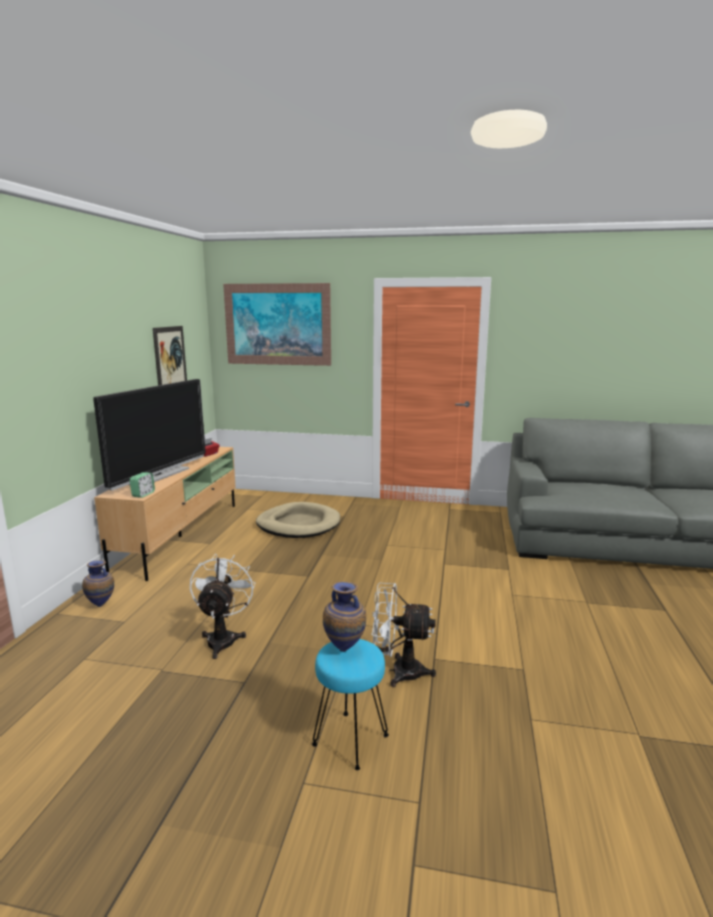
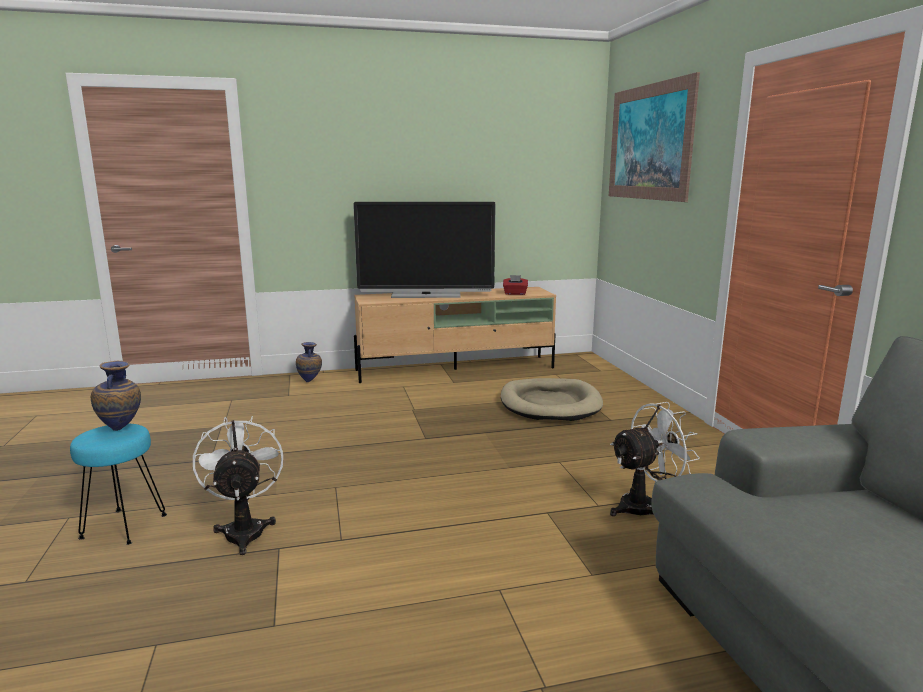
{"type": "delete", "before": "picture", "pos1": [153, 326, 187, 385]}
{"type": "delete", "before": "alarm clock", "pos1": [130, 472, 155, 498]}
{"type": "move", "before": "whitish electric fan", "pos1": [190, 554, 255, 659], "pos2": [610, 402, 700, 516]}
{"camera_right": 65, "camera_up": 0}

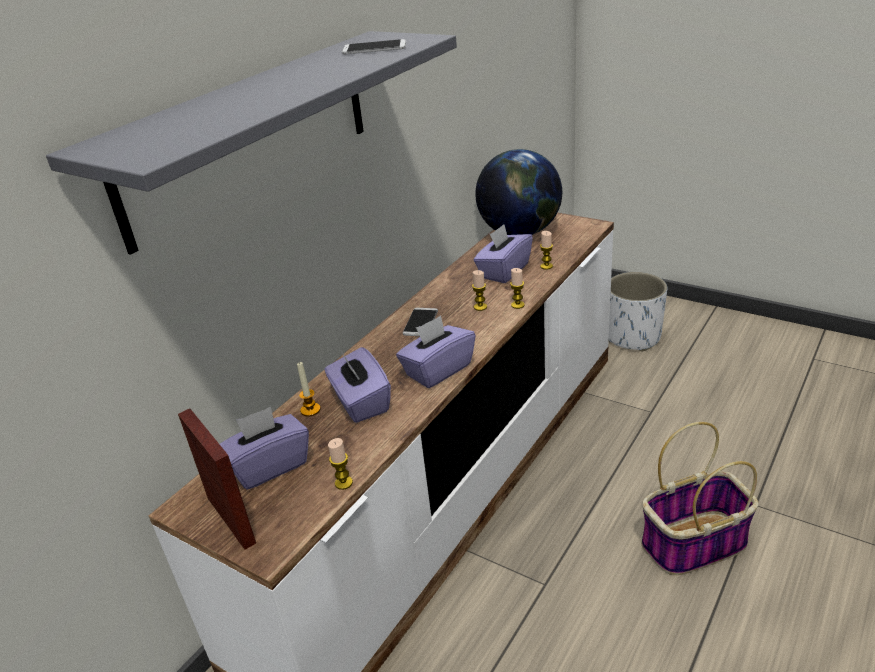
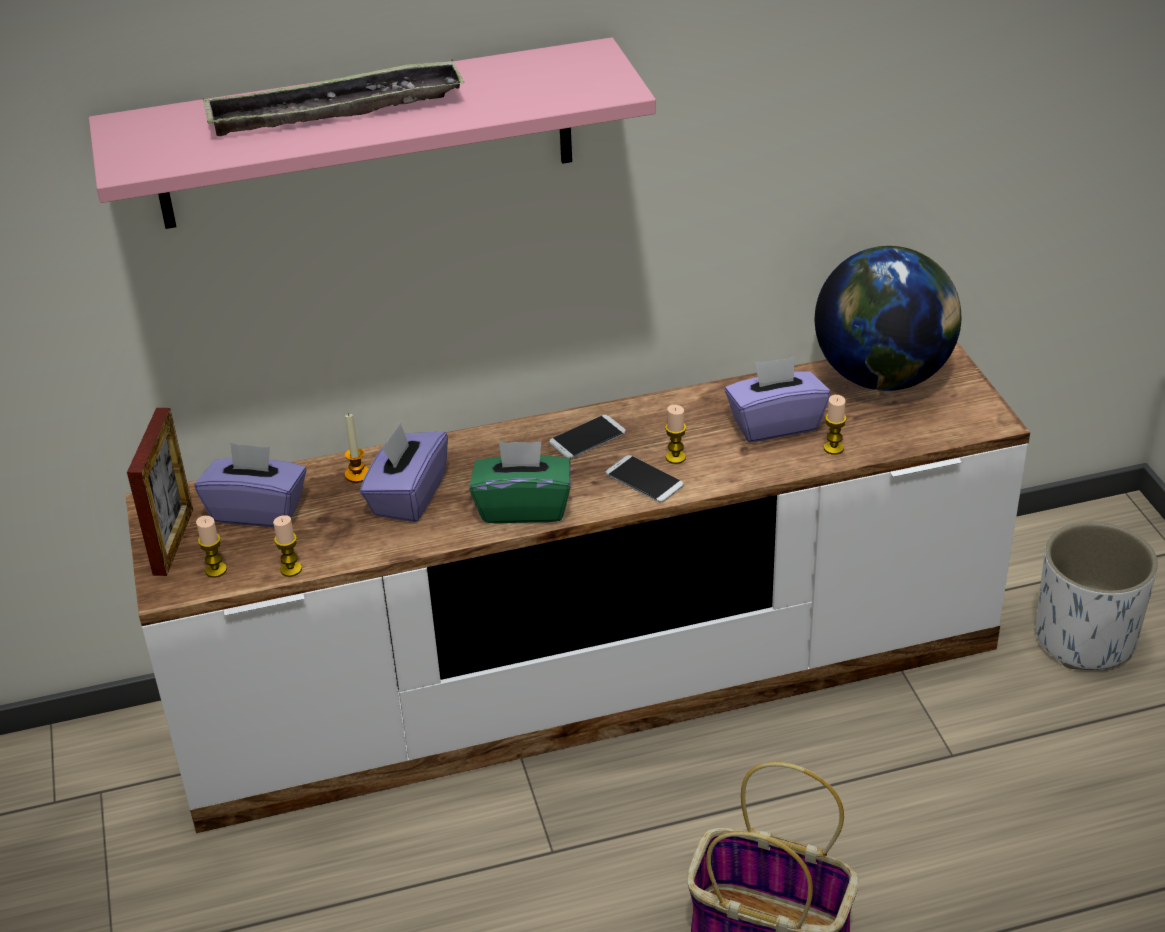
{"type": "recolor", "before": "greyish wall shelf", "after": "pink wall shelf", "pos1": [46, 31, 457, 255], "pos2": [89, 37, 656, 229]}
{"type": "move", "before": "telephone", "pos1": [342, 39, 406, 54], "pos2": [606, 455, 684, 502]}
{"type": "move", "before": "candle", "pos1": [510, 268, 525, 309], "pos2": [196, 516, 227, 578]}
{"type": "recolor", "before": "purplish box of tissues", "after": "green-coloured box of tissues", "pos1": [396, 316, 476, 388], "pos2": [470, 441, 571, 524]}
{"type": "insert", "after": "carrying tray", "pos2": [203, 59, 464, 136]}
{"camera_right": 40, "camera_up": 5}

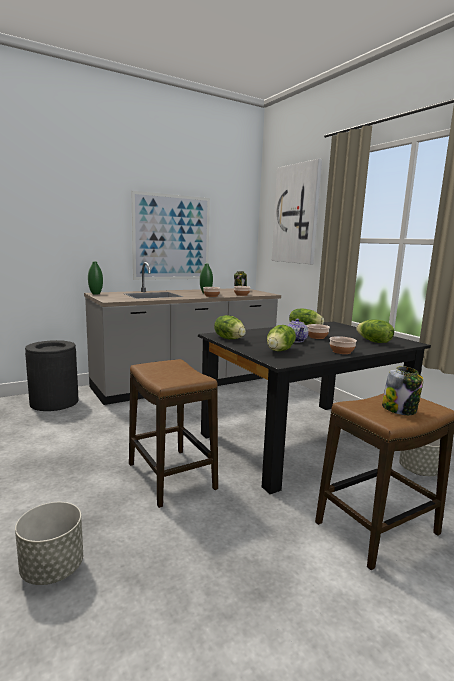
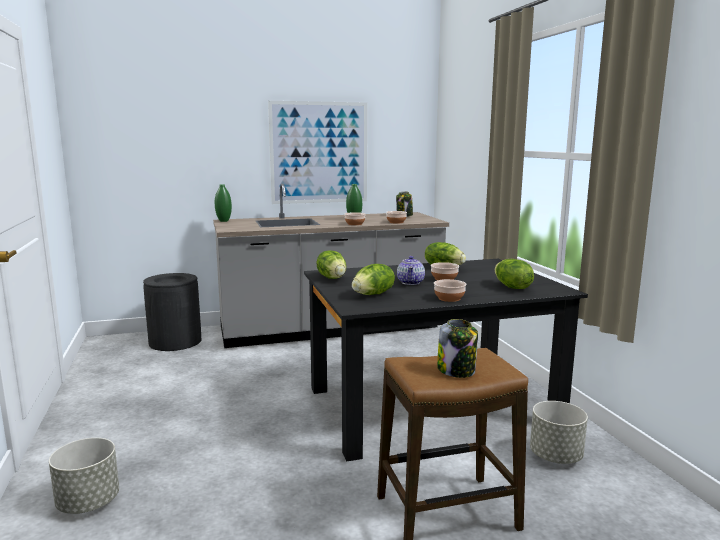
{"type": "delete", "before": "picture", "pos1": [272, 159, 322, 264]}
{"type": "delete", "before": "stool", "pos1": [129, 359, 218, 508]}
{"camera_right": 15, "camera_up": 0}

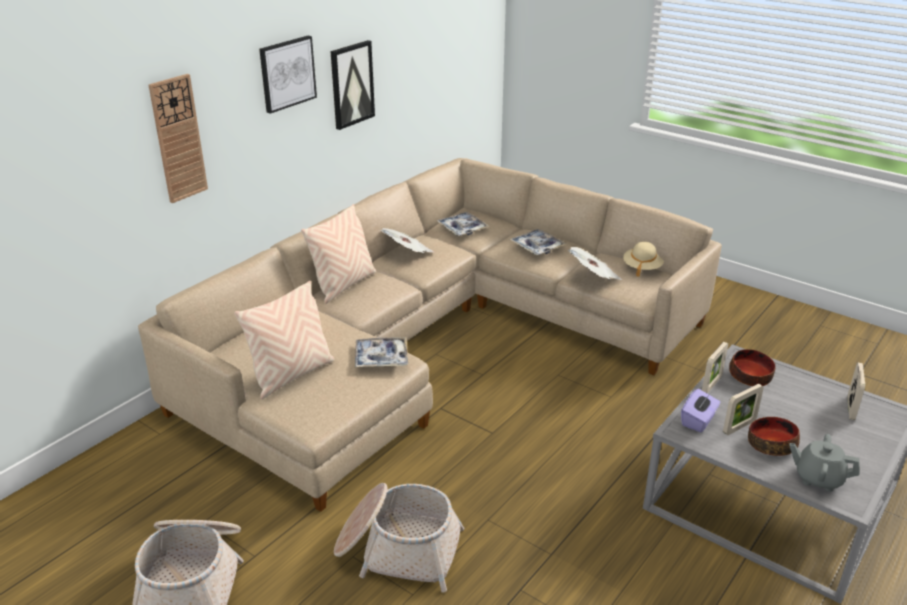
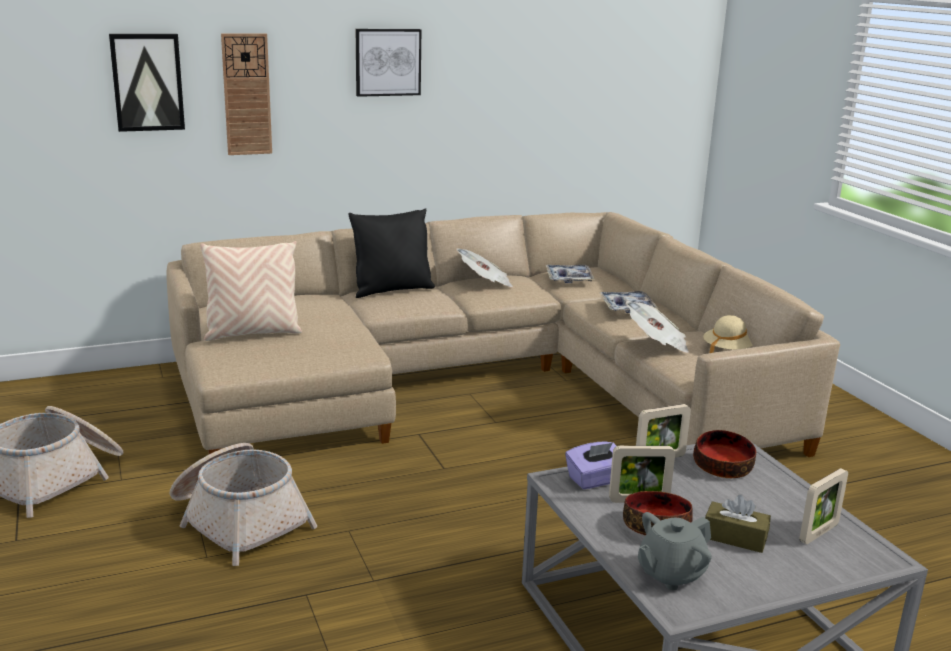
{"type": "move", "before": "picture", "pos1": [331, 40, 375, 130], "pos2": [109, 34, 185, 132]}
{"type": "recolor", "before": "beige-coloured throw pillow", "after": "blackish throw pillow", "pos1": [301, 204, 376, 304], "pos2": [348, 208, 435, 298]}
{"type": "delete", "before": "carrying tray", "pos1": [355, 337, 408, 367]}
{"type": "rotate", "before": "greyish pot for tea", "pos1": [789, 434, 860, 492], "pos2": [638, 512, 712, 590], "turn": -90}
{"type": "insert", "after": "brown box of tissues", "pos2": [705, 495, 771, 553]}
{"camera_right": 30, "camera_up": -10}

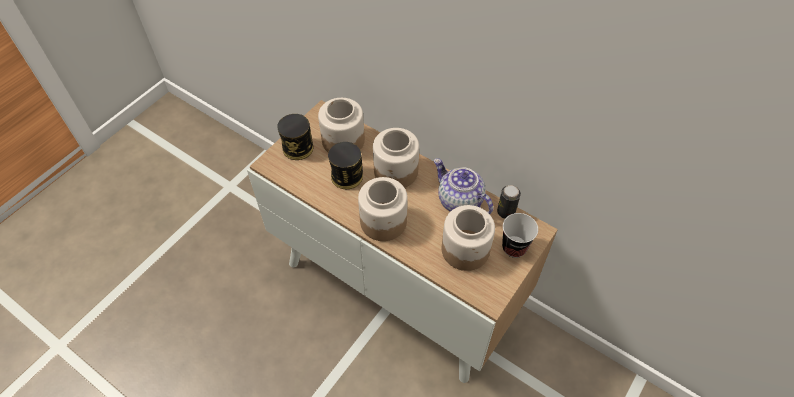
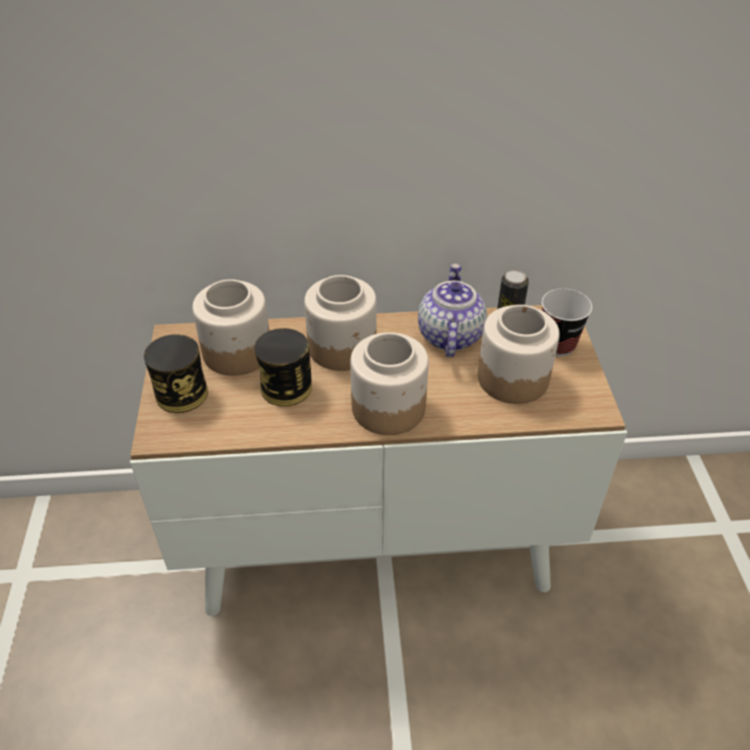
{"type": "rotate", "before": "pot for tea", "pos1": [434, 159, 493, 214], "pos2": [418, 263, 487, 357], "turn": 90}
{"camera_right": -40, "camera_up": -10}

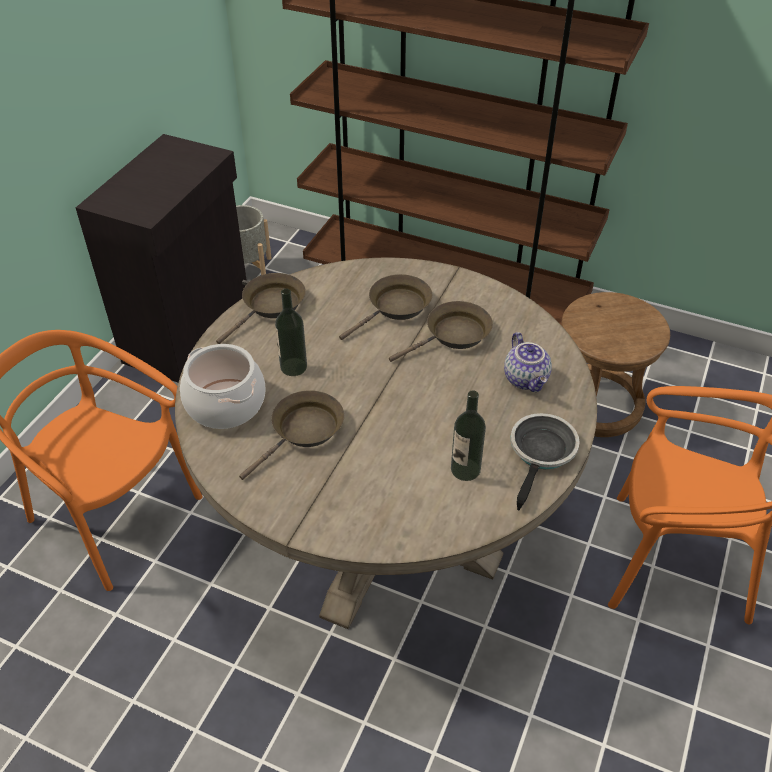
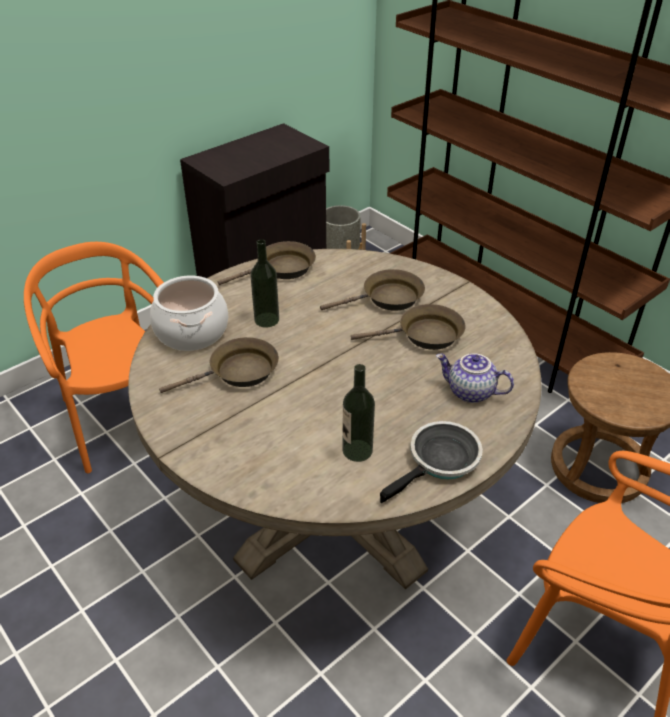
{"type": "rotate", "before": "pot for tea", "pos1": [504, 332, 552, 392], "pos2": [436, 353, 514, 403], "turn": 105}
{"camera_right": 25, "camera_up": -5}

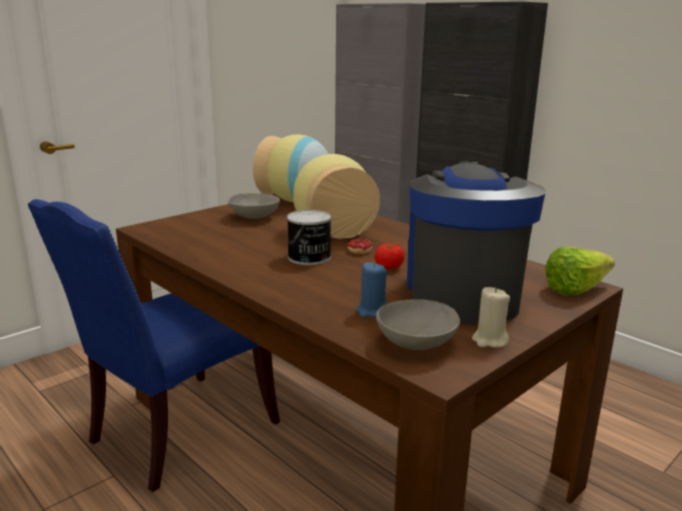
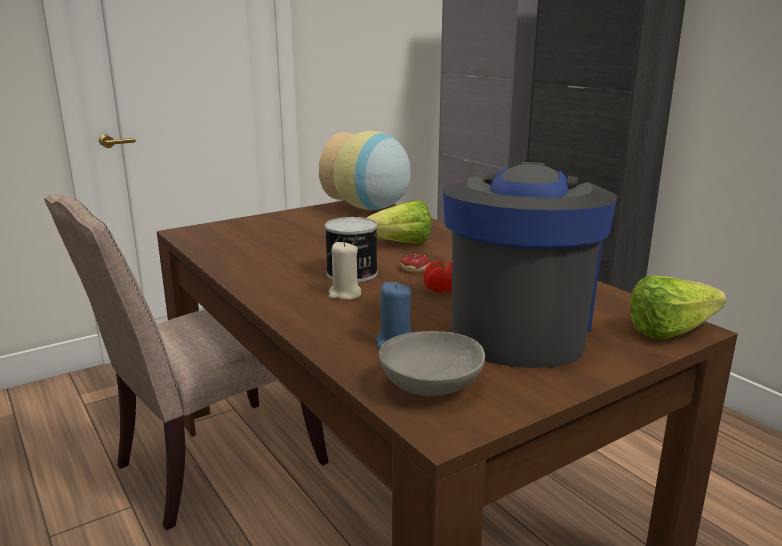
{"type": "replace", "before": "vase", "after": "head of lettuce", "pos1": [293, 154, 380, 239], "pos2": [367, 200, 431, 244]}
{"type": "delete", "before": "greyish serving bowl", "pos1": [228, 193, 280, 219]}
{"type": "recolor", "before": "bluish plain chair", "after": "beige-coloured plain chair", "pos1": [28, 199, 280, 492], "pos2": [44, 194, 329, 530]}
{"type": "move", "before": "beige-coloured candle", "pos1": [472, 287, 510, 348], "pos2": [329, 241, 361, 300]}
{"camera_right": 10, "camera_up": 0}

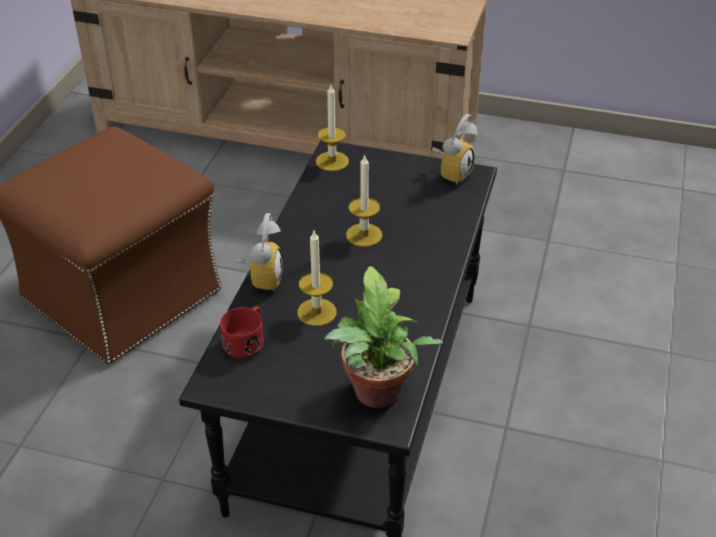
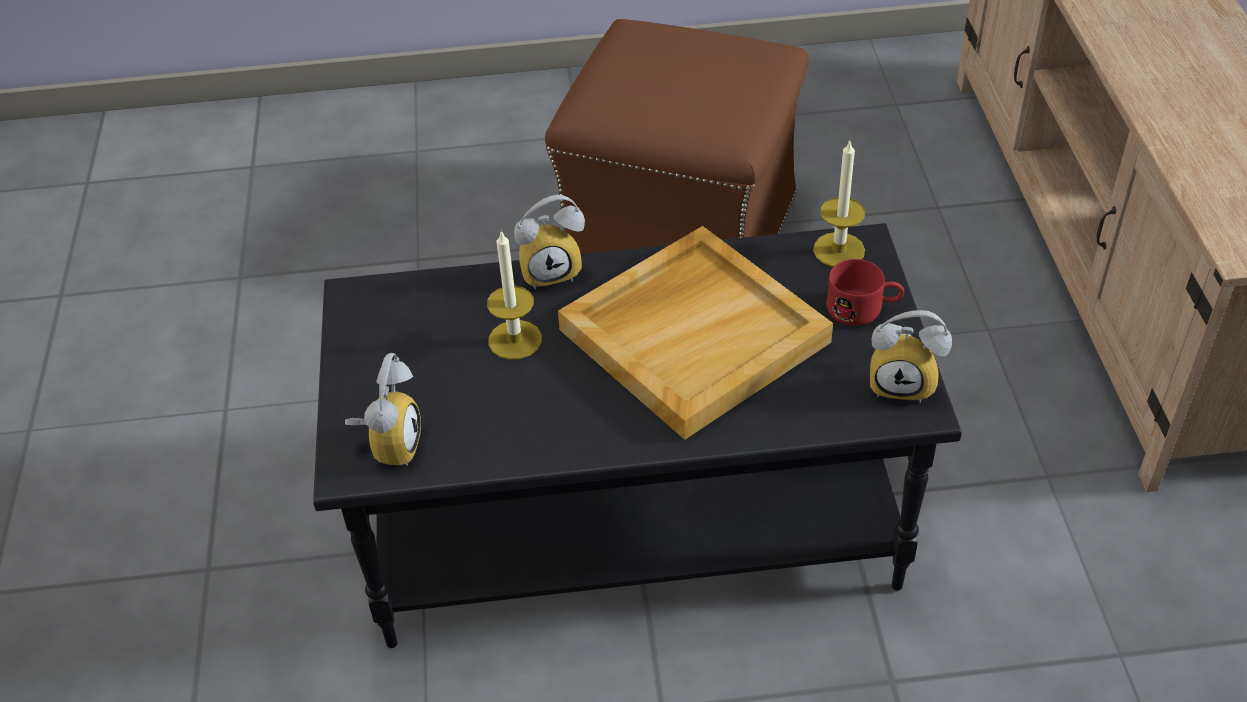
{"type": "replace", "before": "candle", "after": "beige-coloured carrying tray", "pos1": [346, 154, 382, 247], "pos2": [558, 226, 833, 440]}
{"type": "replace", "before": "potted plant", "after": "alarm clock", "pos1": [324, 266, 443, 408], "pos2": [345, 353, 421, 466]}
{"type": "move", "before": "red-coloured mug", "pos1": [220, 306, 264, 358], "pos2": [827, 259, 904, 326]}
{"camera_right": 70, "camera_up": 5}

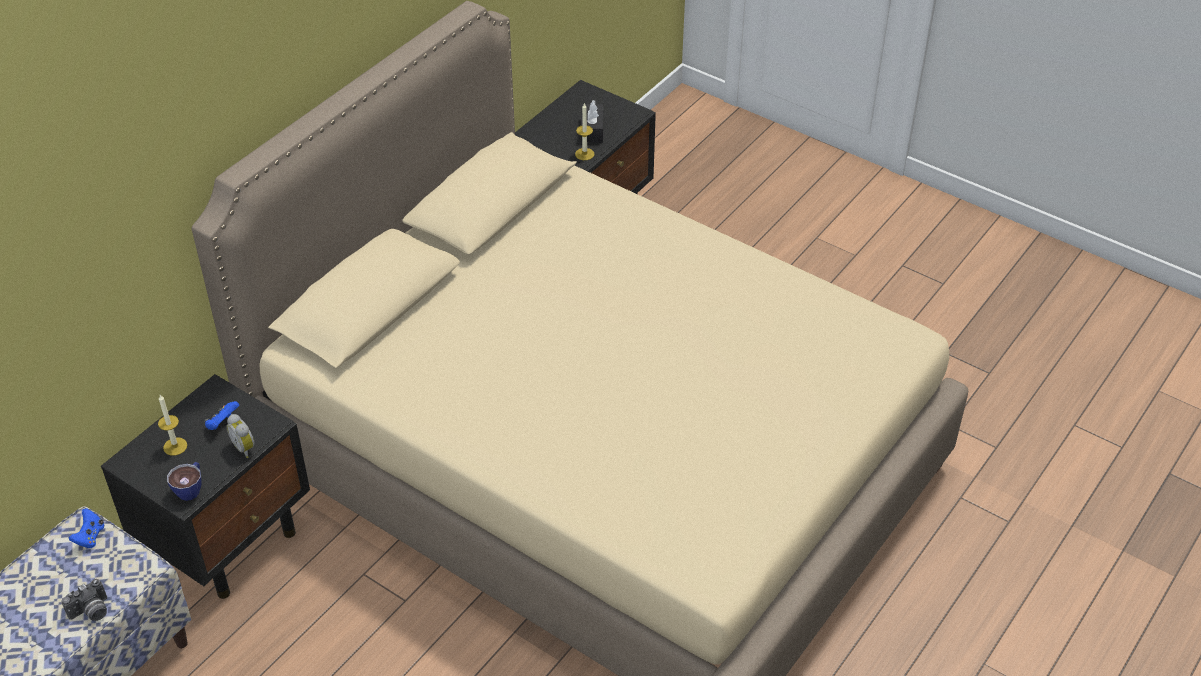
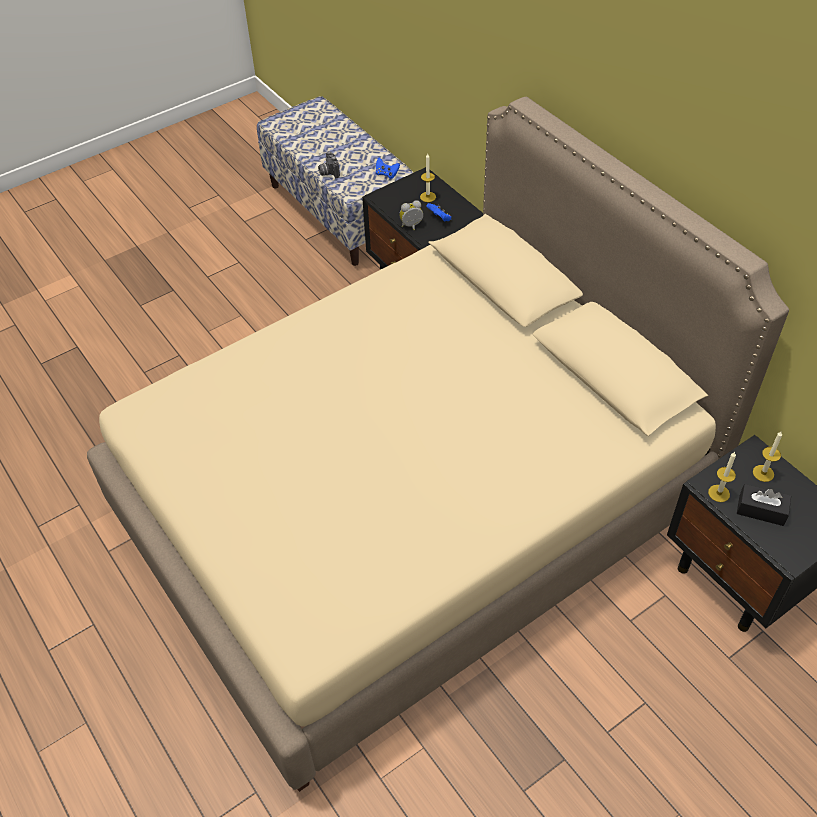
{"type": "delete", "before": "small cup", "pos1": [167, 462, 201, 501]}
{"type": "insert", "after": "candle", "pos2": [753, 432, 782, 482]}
{"camera_right": 110, "camera_up": 5}

